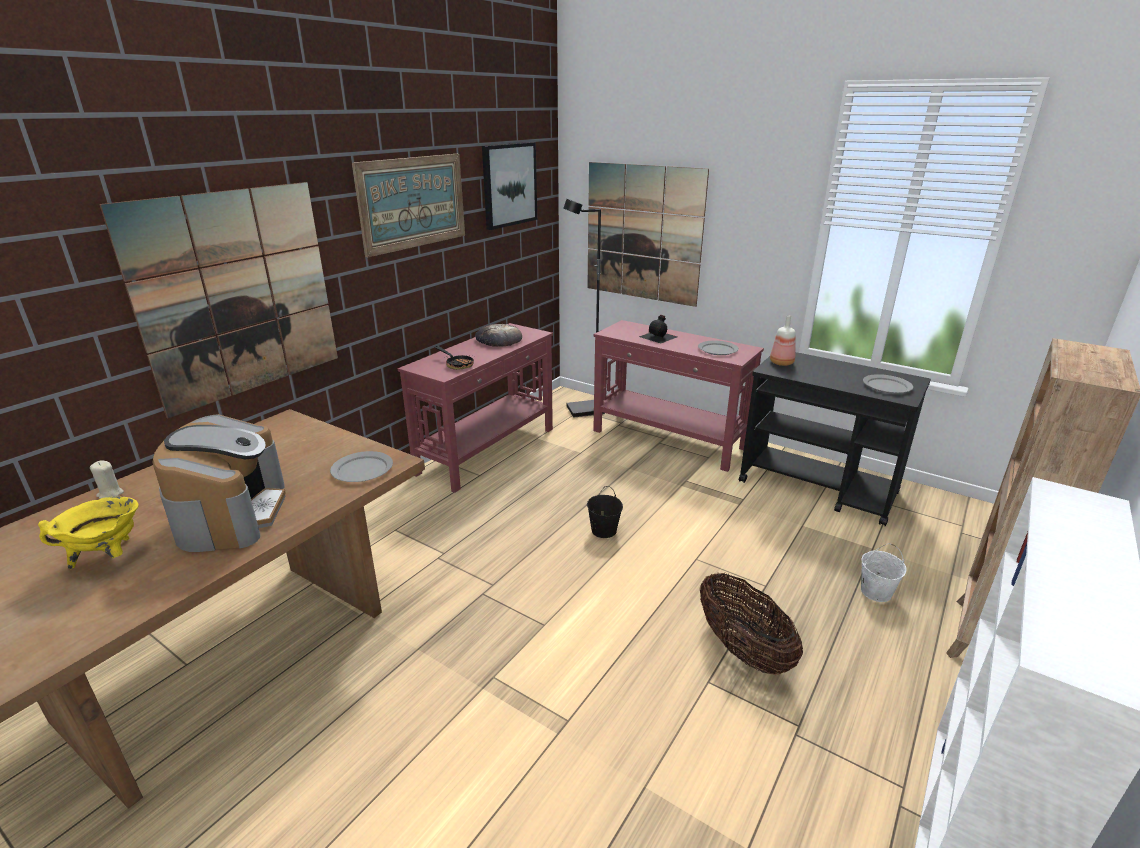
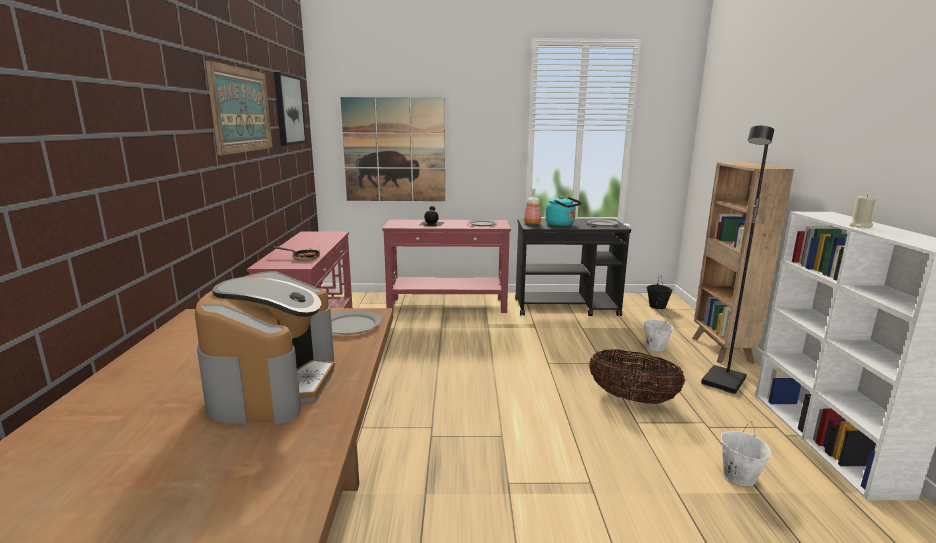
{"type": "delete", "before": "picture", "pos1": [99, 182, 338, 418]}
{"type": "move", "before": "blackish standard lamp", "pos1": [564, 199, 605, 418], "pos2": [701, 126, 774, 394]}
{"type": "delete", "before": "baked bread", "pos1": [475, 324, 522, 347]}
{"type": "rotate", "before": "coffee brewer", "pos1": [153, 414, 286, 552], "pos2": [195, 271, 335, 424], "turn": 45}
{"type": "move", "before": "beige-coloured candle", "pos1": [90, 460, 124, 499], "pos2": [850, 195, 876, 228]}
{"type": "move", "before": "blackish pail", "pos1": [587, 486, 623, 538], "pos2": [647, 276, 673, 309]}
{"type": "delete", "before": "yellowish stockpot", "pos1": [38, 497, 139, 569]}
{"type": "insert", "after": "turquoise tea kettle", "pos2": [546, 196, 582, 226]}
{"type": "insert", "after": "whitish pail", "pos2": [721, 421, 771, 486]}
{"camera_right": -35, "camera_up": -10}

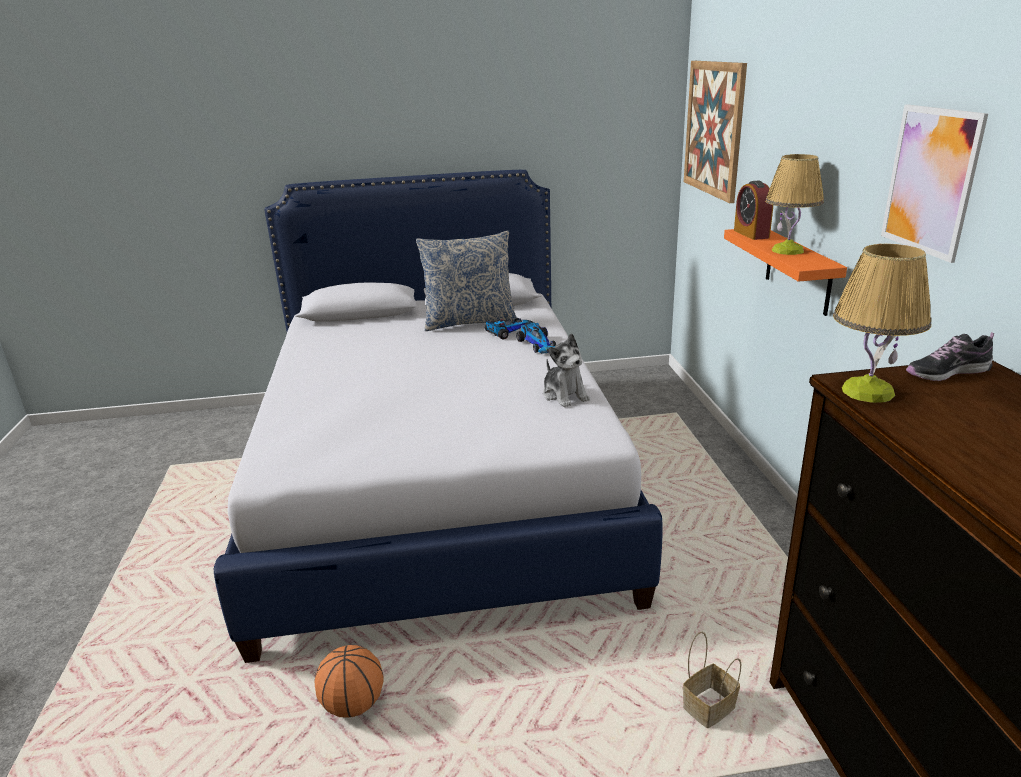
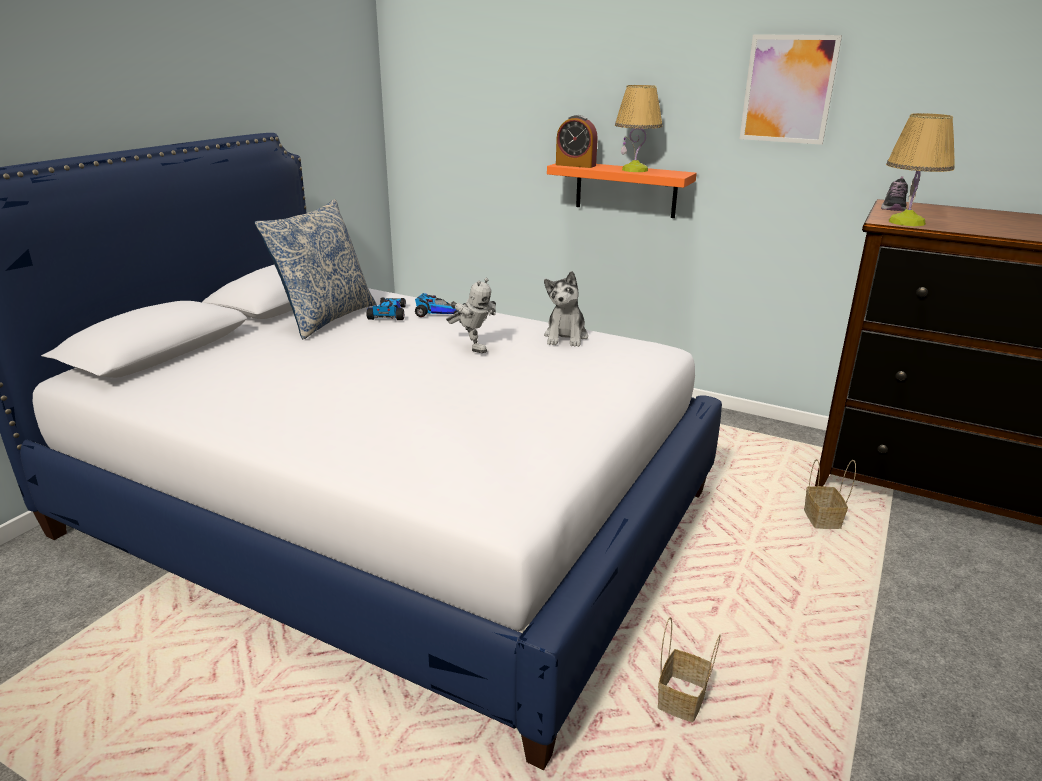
{"type": "delete", "before": "picture", "pos1": [684, 61, 747, 203]}
{"type": "rotate", "before": "soft toy", "pos1": [543, 333, 590, 407], "pos2": [544, 271, 588, 347], "turn": 90}
{"type": "replace", "before": "basketball", "after": "household basket", "pos1": [315, 645, 383, 717], "pos2": [658, 617, 721, 722]}
{"type": "insert", "after": "model robot", "pos2": [446, 278, 496, 353]}
{"camera_right": -55, "camera_up": 0}

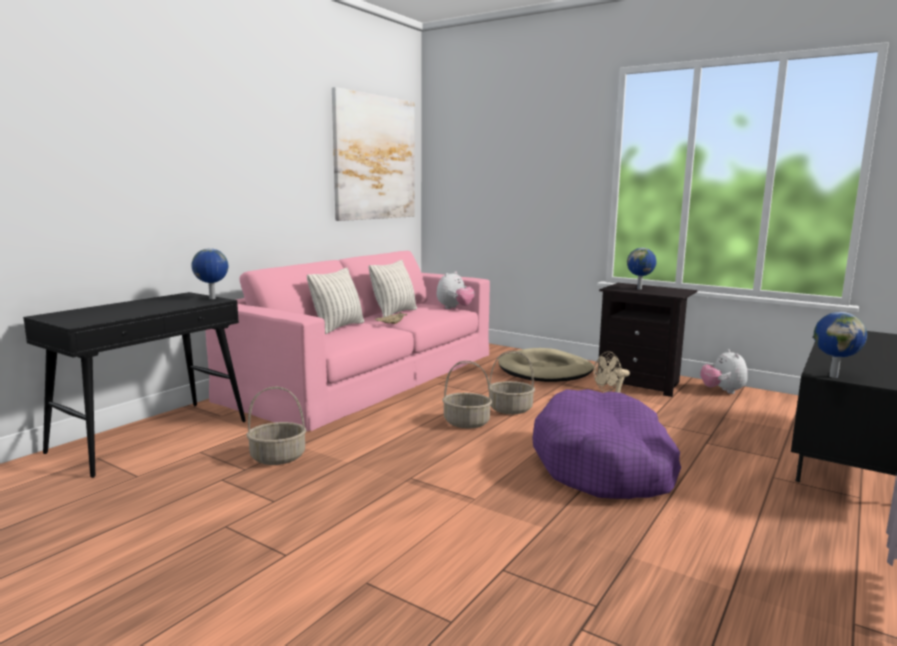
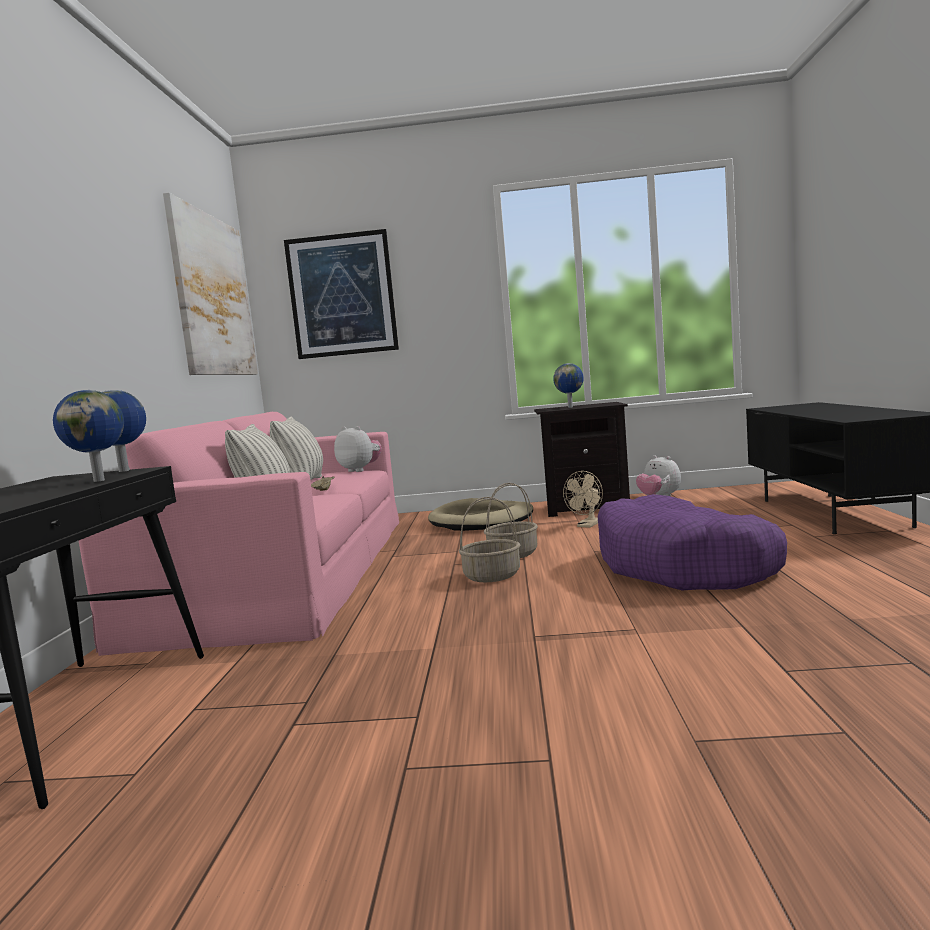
{"type": "rotate", "before": "soft toy", "pos1": [437, 271, 475, 309], "pos2": [334, 426, 382, 472], "turn": -60}
{"type": "move", "before": "desk globe", "pos1": [814, 312, 867, 378], "pos2": [53, 390, 124, 482]}
{"type": "delete", "before": "household basket", "pos1": [247, 387, 306, 465]}
{"type": "insert", "after": "picture", "pos2": [284, 229, 399, 359]}
{"camera_right": -30, "camera_up": -5}

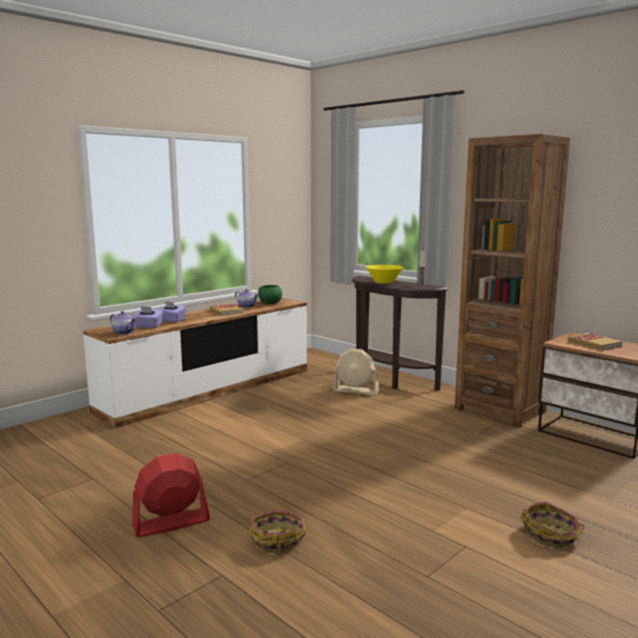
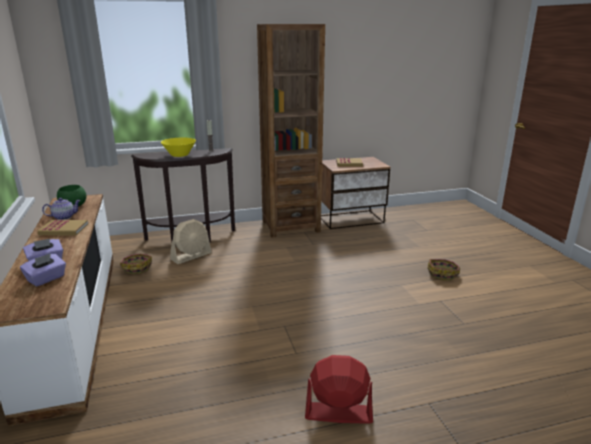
{"type": "delete", "before": "pot for tea", "pos1": [110, 311, 137, 335]}
{"type": "rotate", "before": "red-coloured electric fan", "pos1": [132, 453, 210, 537], "pos2": [305, 355, 373, 424], "turn": 90}
{"type": "move", "before": "household basket", "pos1": [249, 511, 306, 553], "pos2": [120, 254, 152, 274]}
{"camera_right": -60, "camera_up": 10}

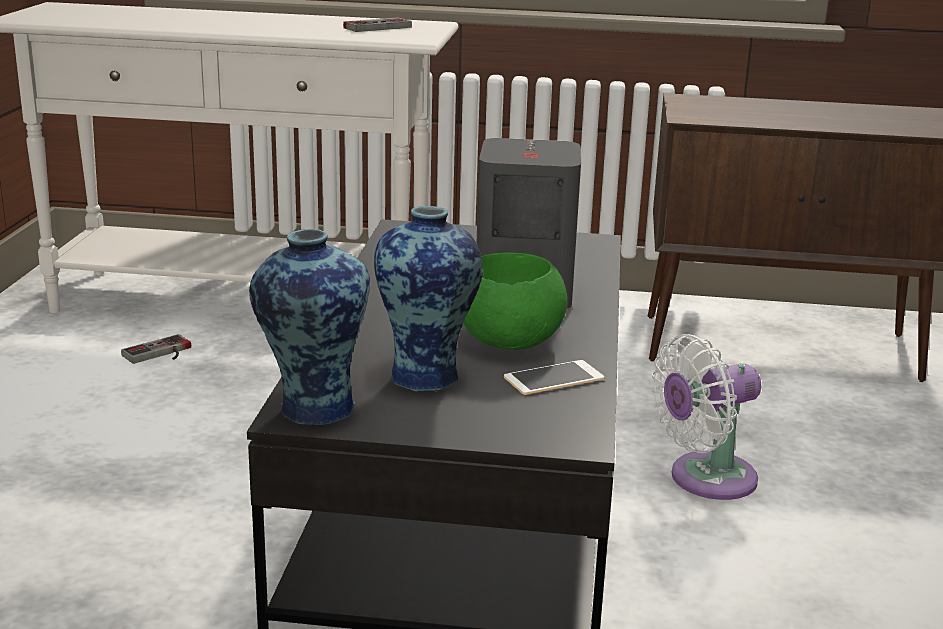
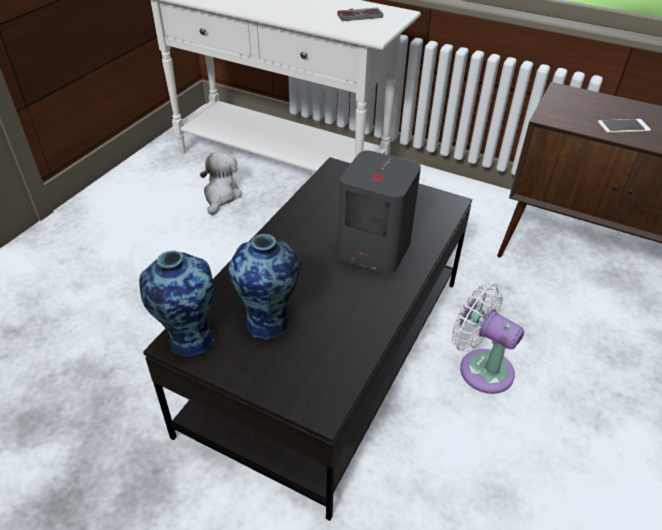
{"type": "delete", "before": "green-coloured serving bowl", "pos1": [463, 253, 567, 350]}
{"type": "replace", "before": "joypad", "after": "soft toy", "pos1": [121, 334, 191, 364], "pos2": [200, 152, 242, 215]}
{"type": "rotate", "before": "whitish electric fan", "pos1": [652, 334, 761, 500], "pos2": [451, 283, 524, 394], "turn": 45}
{"type": "move", "before": "telephone", "pos1": [504, 360, 605, 395], "pos2": [598, 119, 651, 133]}
{"camera_right": 20, "camera_up": 20}

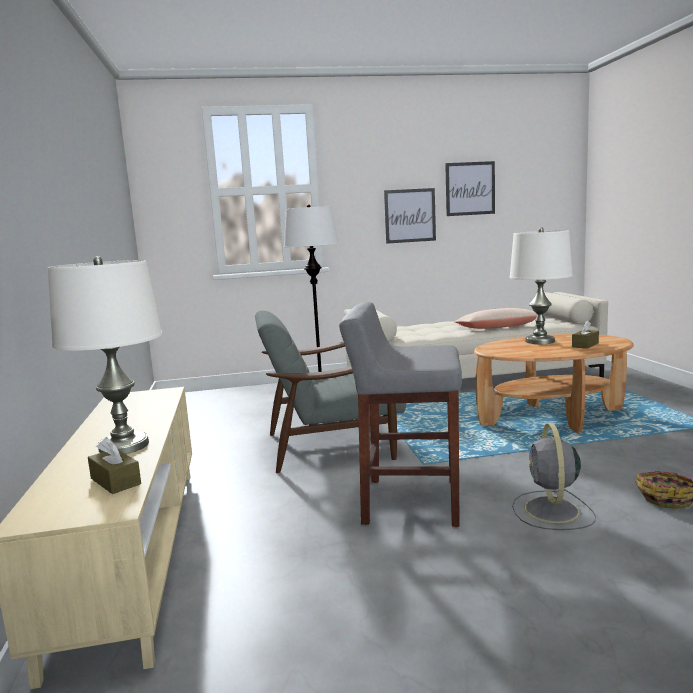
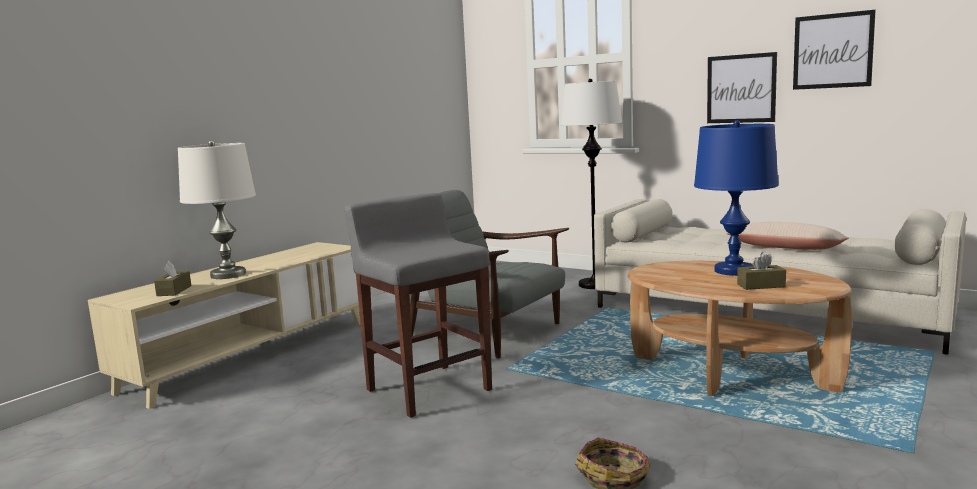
{"type": "recolor", "before": "whitish table lamp", "after": "bluish table lamp", "pos1": [510, 227, 573, 344], "pos2": [694, 120, 779, 276]}
{"type": "delete", "before": "greyish electric fan", "pos1": [512, 423, 596, 530]}
{"camera_right": 45, "camera_up": 0}

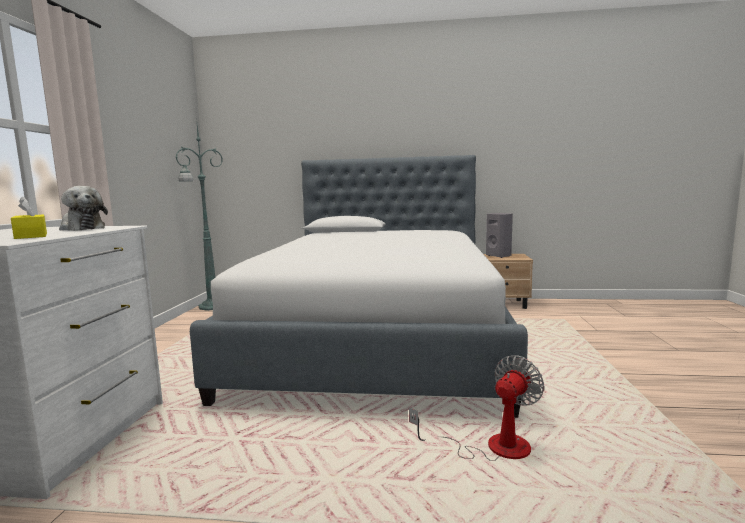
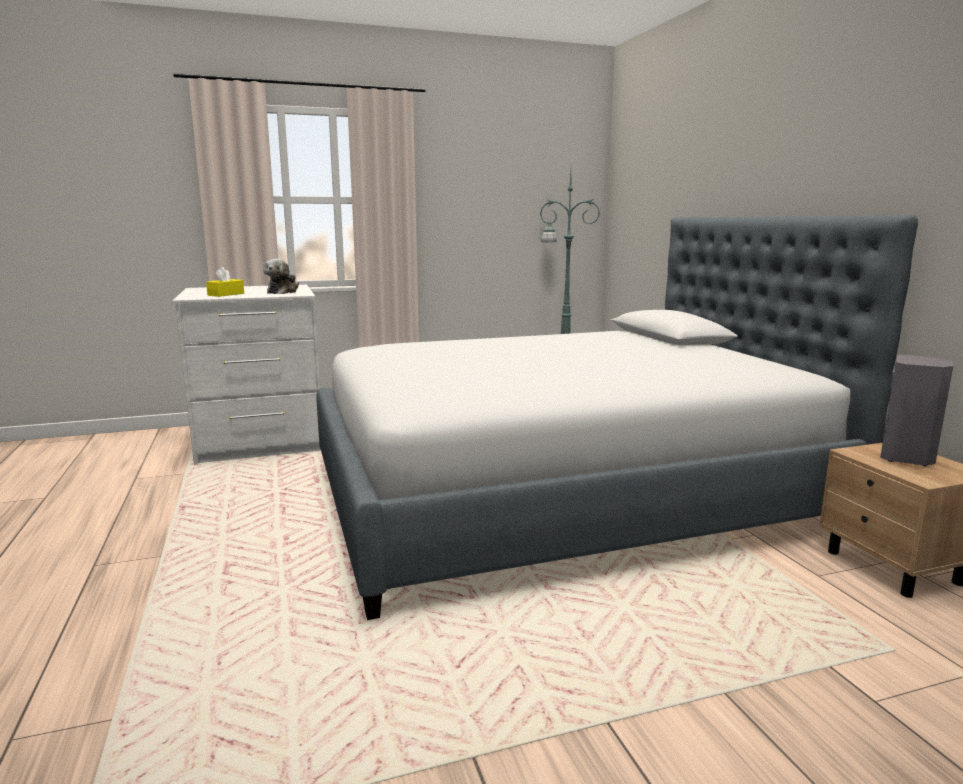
{"type": "delete", "before": "electric fan", "pos1": [409, 355, 545, 461]}
{"camera_right": 65, "camera_up": 5}

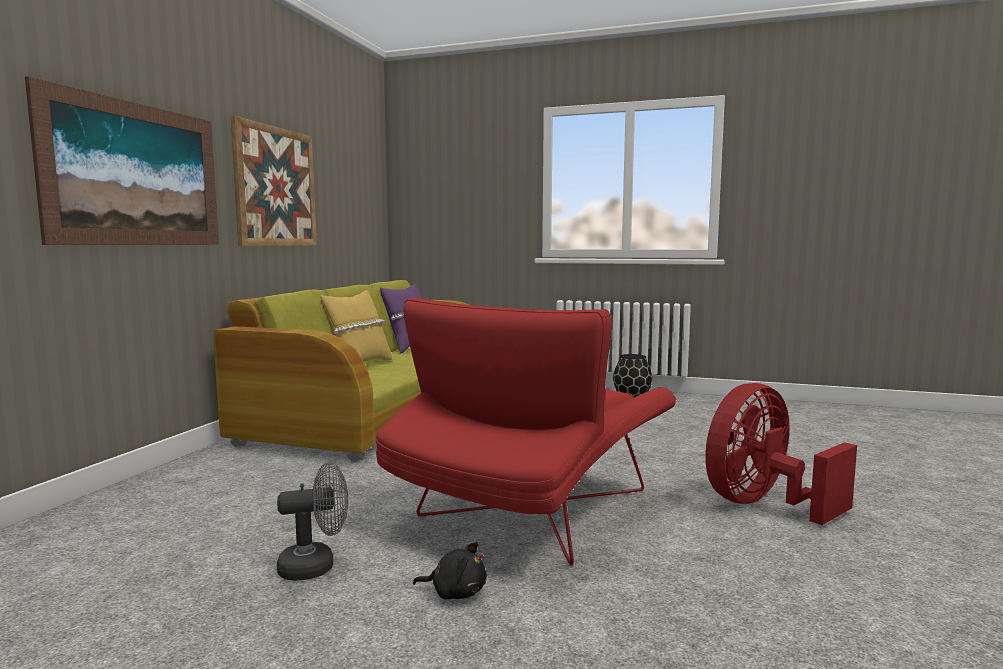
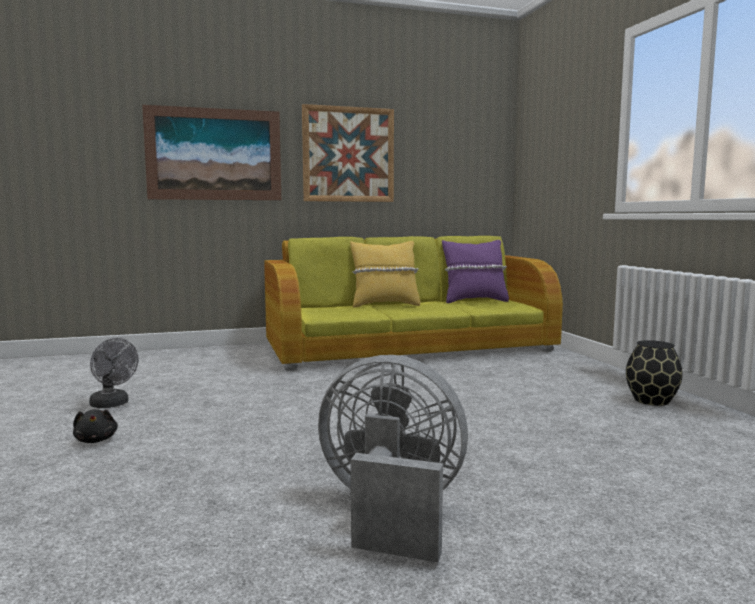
{"type": "delete", "before": "red-coloured easy chair", "pos1": [375, 297, 677, 565]}
{"type": "recolor", "before": "red-coloured electric fan", "after": "greyish electric fan", "pos1": [705, 383, 857, 525], "pos2": [318, 355, 468, 562]}
{"camera_right": 55, "camera_up": 0}

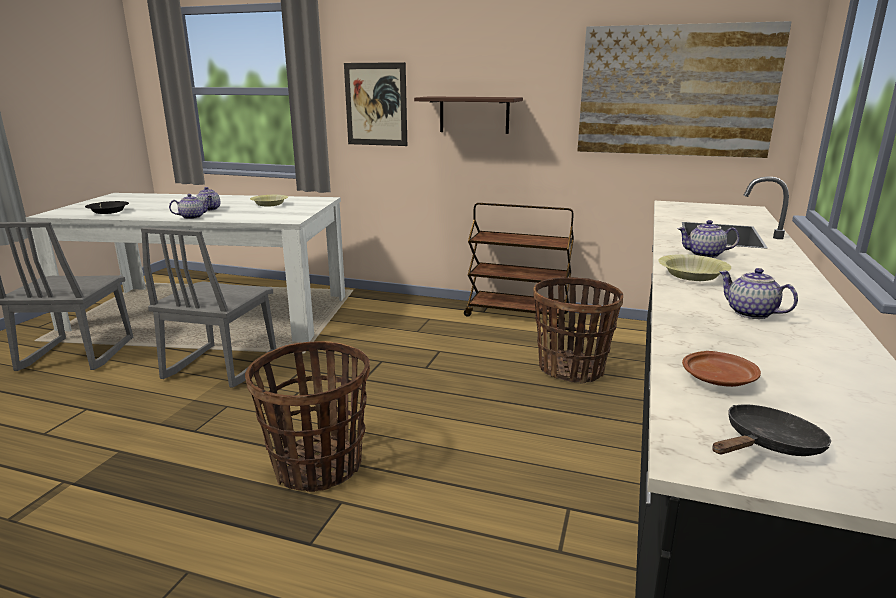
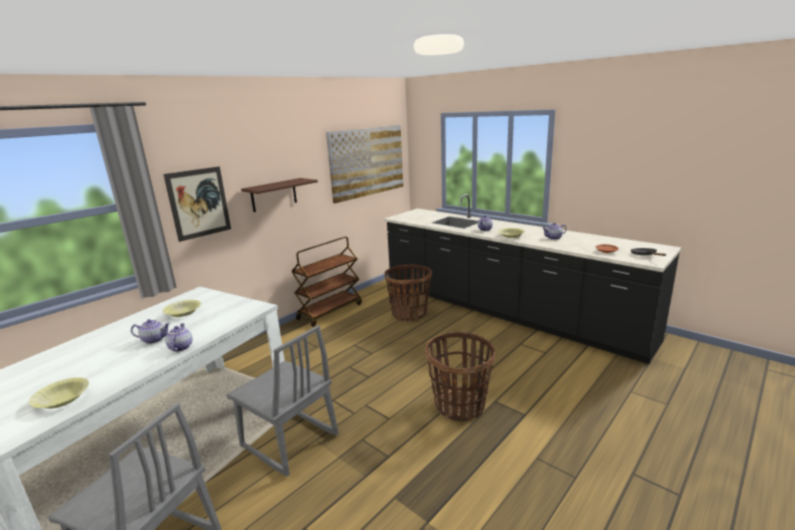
{"type": "recolor", "before": "blackish serving bowl", "after": "yellowish serving bowl", "pos1": [85, 201, 129, 214], "pos2": [29, 378, 89, 409]}
{"camera_right": -65, "camera_up": 0}

